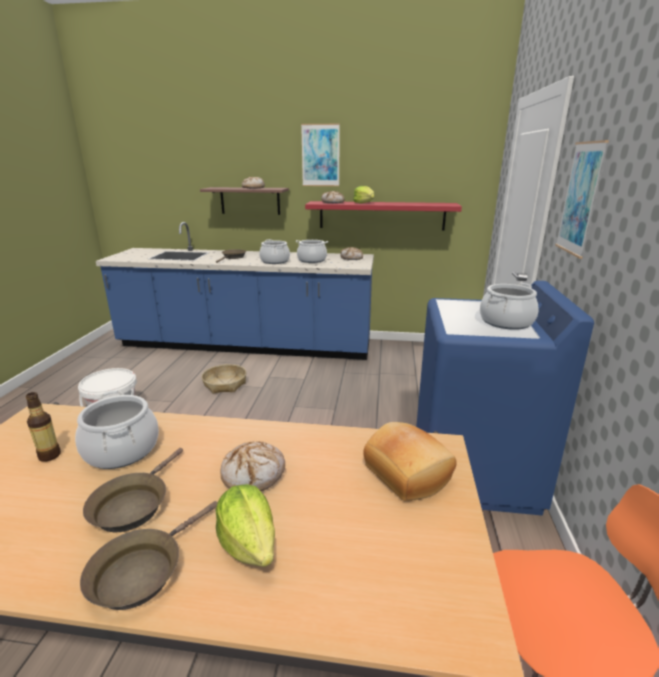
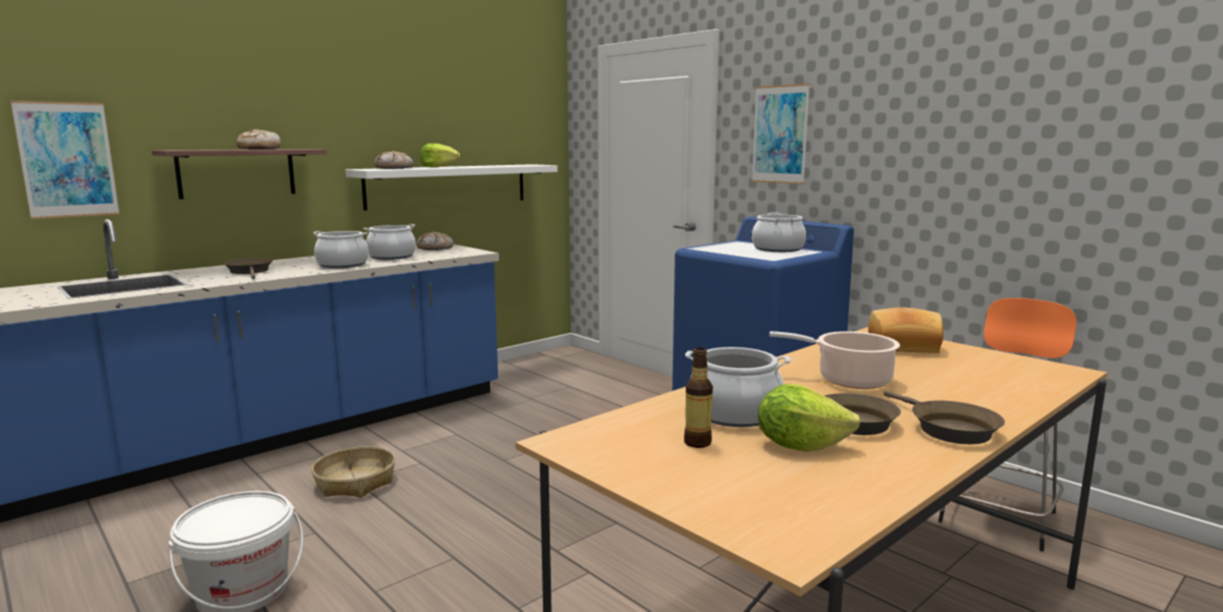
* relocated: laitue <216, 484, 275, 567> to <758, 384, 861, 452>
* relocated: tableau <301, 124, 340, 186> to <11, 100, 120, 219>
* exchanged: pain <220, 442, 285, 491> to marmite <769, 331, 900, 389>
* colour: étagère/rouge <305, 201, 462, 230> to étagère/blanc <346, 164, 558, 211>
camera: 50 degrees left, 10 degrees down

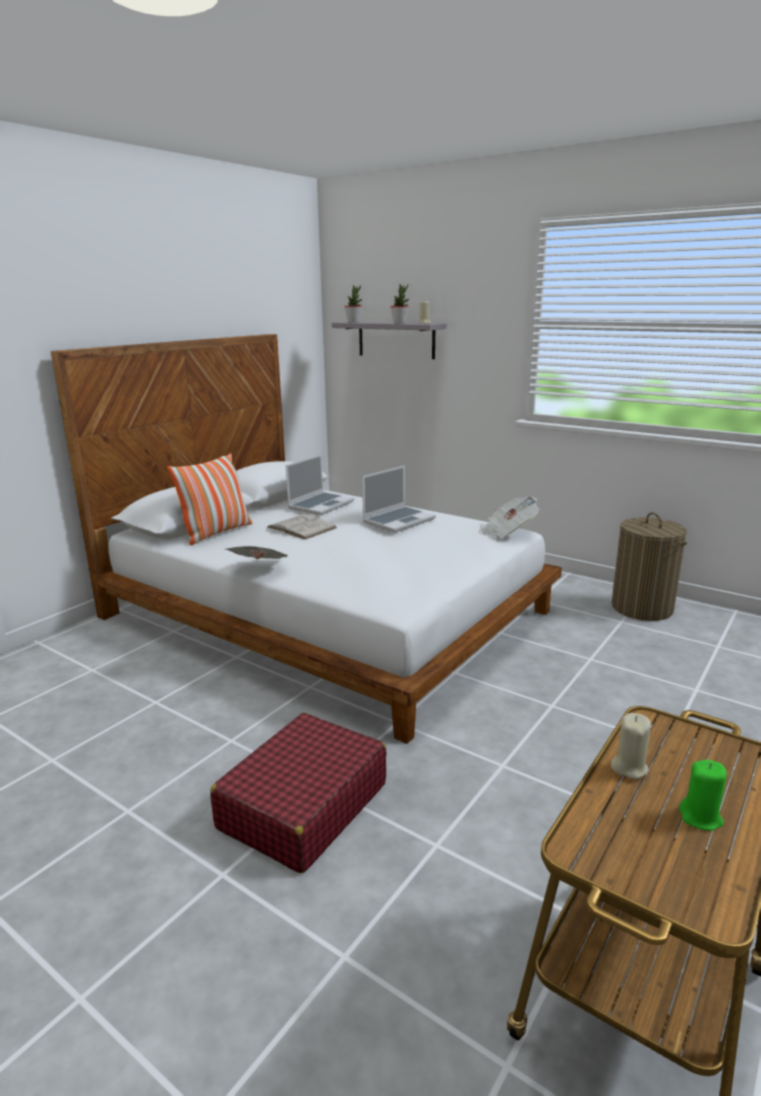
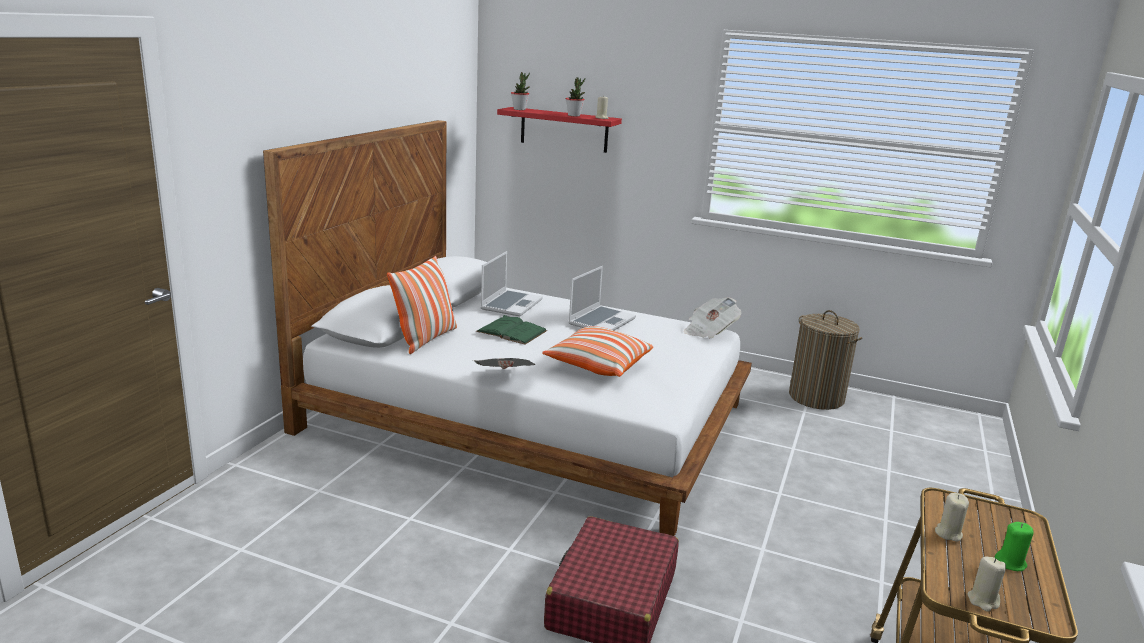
* appeared: coussin <542, 326, 653, 377>
* appeared: bougie/beige <967, 556, 1006, 612>
* colour: livre/blanc <268, 512, 337, 539> to livre/vert <476, 315, 547, 345>
* colour: étagère/gris <332, 322, 447, 359> to étagère/rouge <497, 107, 622, 153>
camera: 15 degrees left, 0 degrees up

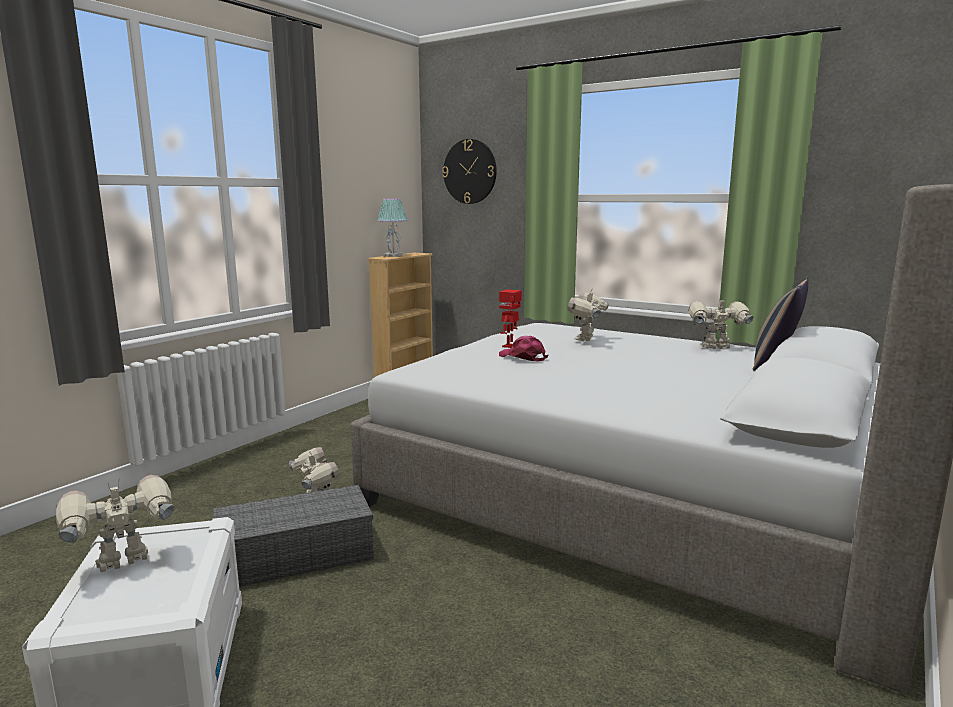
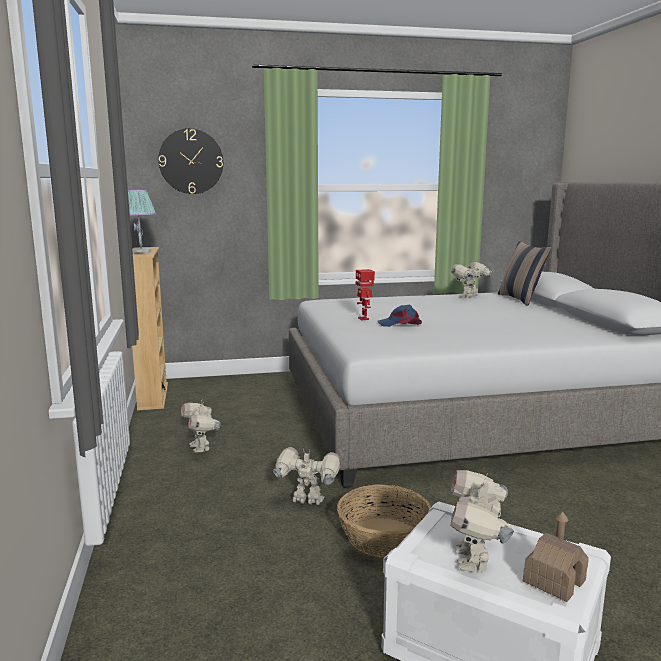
* appeared: maison miniature <523, 512, 589, 602>
* relocated: robot jouet <567, 288, 609, 341> to <181, 401, 221, 453>
* exchanged: boîte de rangement/gris <213, 485, 374, 587> to panier <337, 484, 431, 558>
* colour: casquette/rose <499, 336, 549, 362> to casquette/bleu <378, 305, 422, 327>
camera: 45 degrees left, 0 degrees up

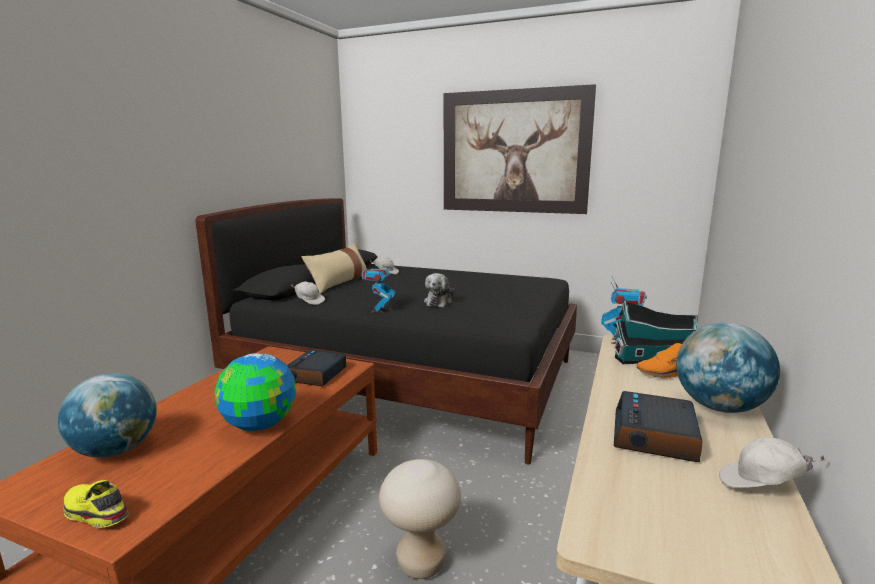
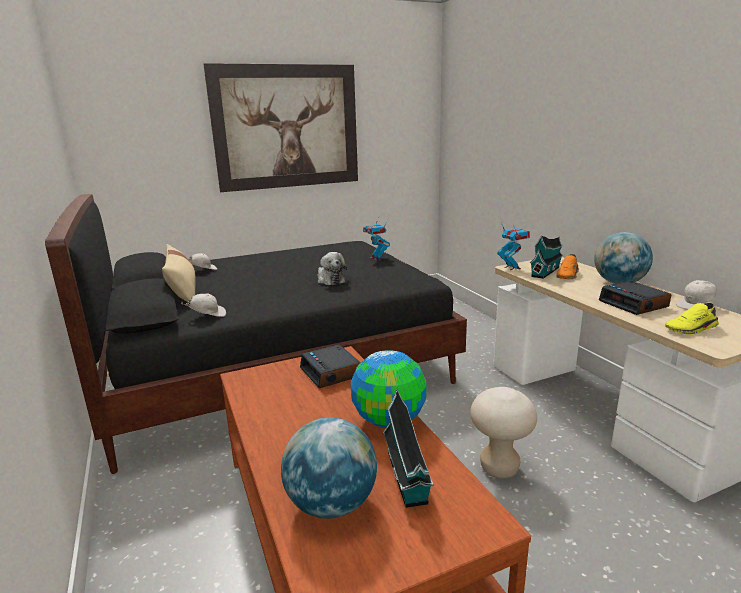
* appeared: maison miniature <383, 389, 434, 508>
* relocated: chaussure/jaune <63, 480, 129, 528> to <665, 303, 719, 335>
* relocated: robot jouet <361, 262, 396, 313> to <363, 218, 390, 260>
camera: 45 degrees left, 5 degrees up

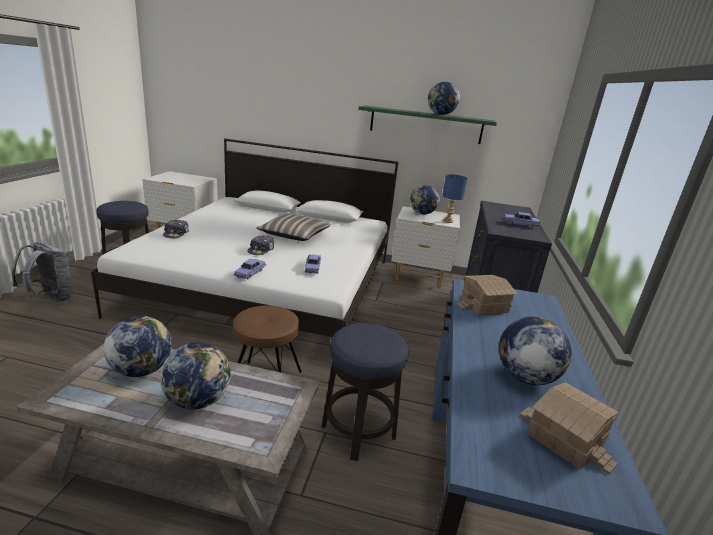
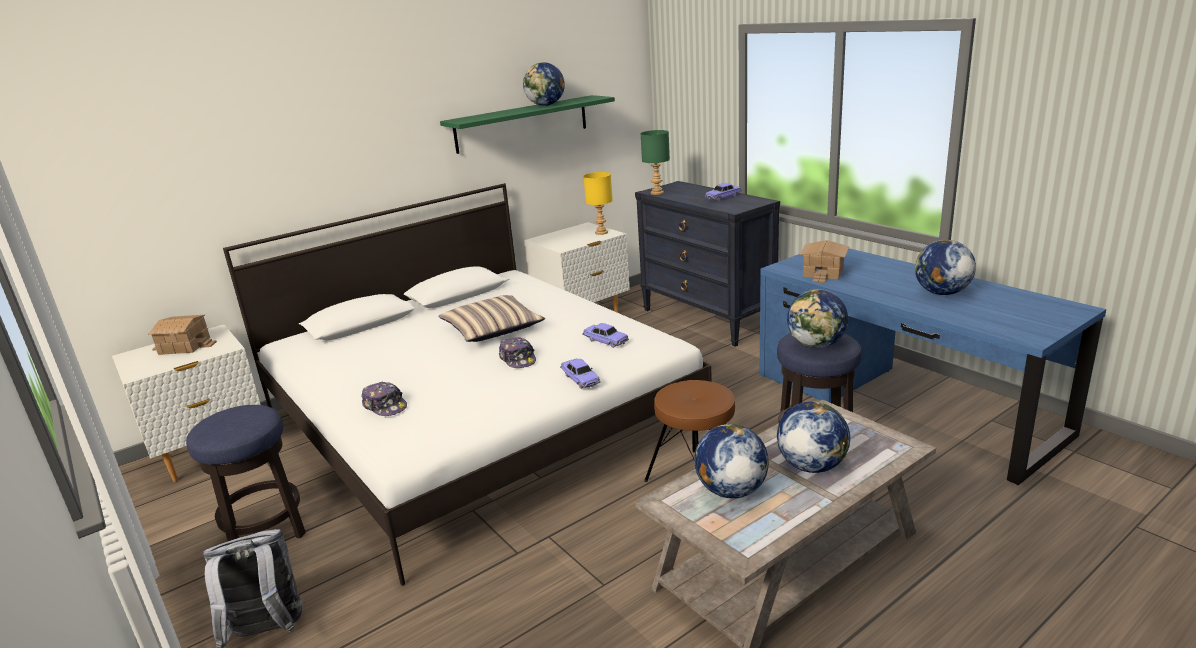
* appeared: lampe de table/vert <640, 130, 670, 195>
* relocated: globe <410, 185, 440, 214> to <787, 289, 848, 348>
* relocated: maison miniature <520, 382, 618, 475> to <148, 315, 217, 355>
* colour: lampe de table/bleu <442, 174, 467, 223> to lampe de table/jaune <583, 172, 613, 235>
camera: 45 degrees left, 0 degrees up

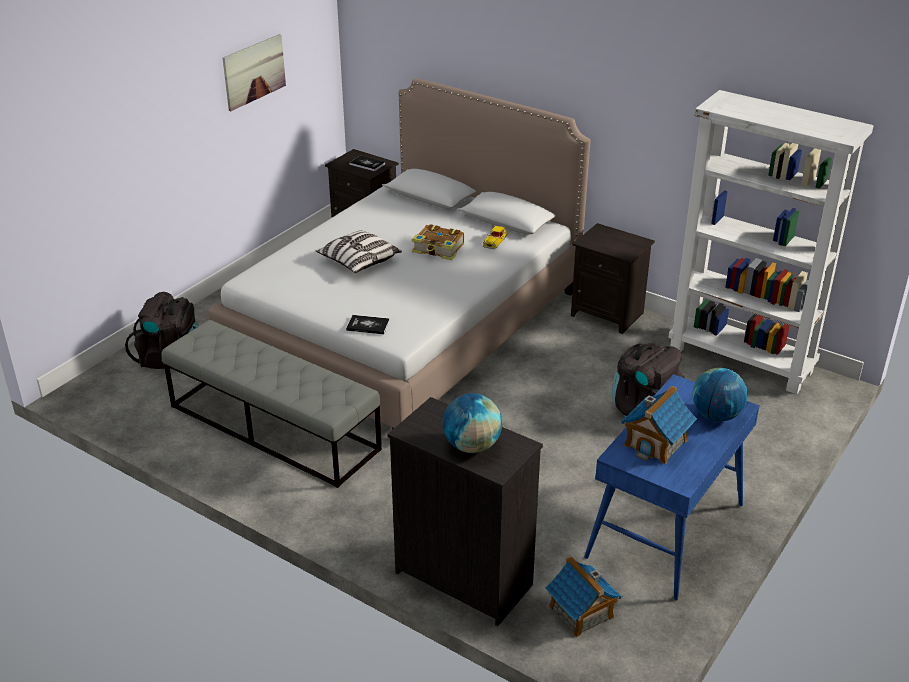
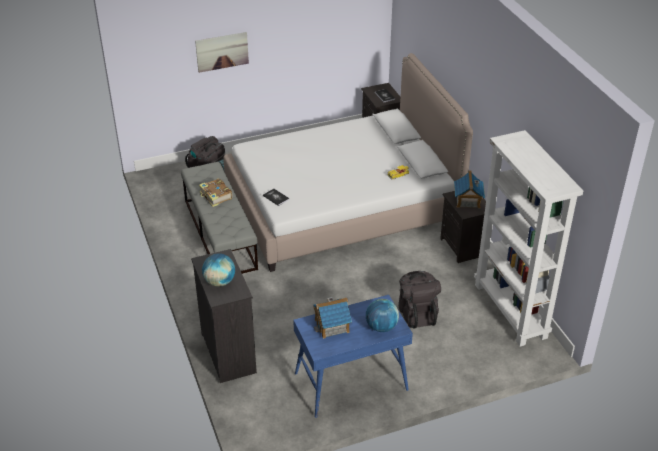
* missing: coussin <316, 230, 402, 273>
* relocated: tableau <223, 34, 286, 111> to <195, 32, 249, 73>
* relocated: livre <412, 224, 464, 260> to <199, 178, 233, 207>
* relocated: maison miniature <545, 556, 622, 637> to <454, 170, 485, 209>
camera: 35 degrees right, 5 degrees up

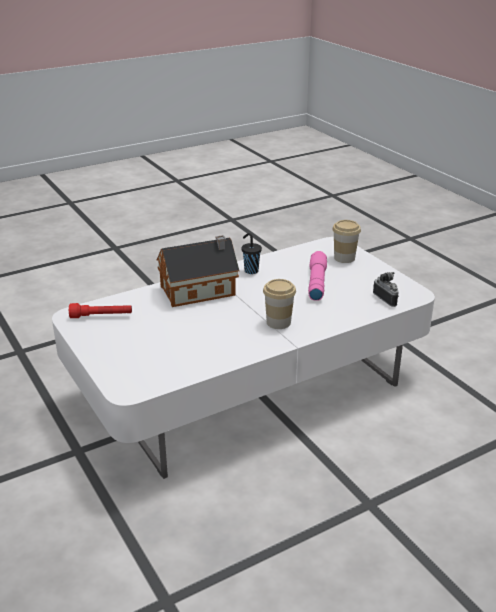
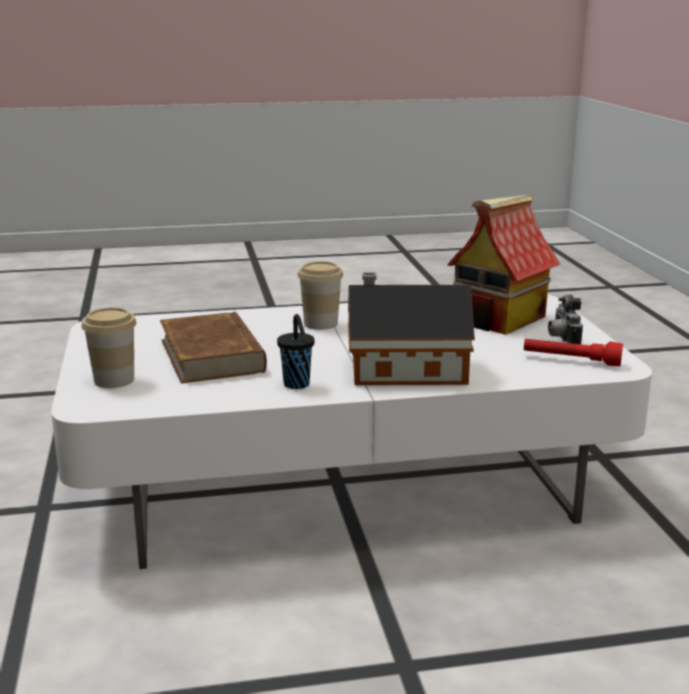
* appeared: maison miniature <447, 194, 560, 335>
* relocated: appareil photo <373, 272, 399, 307> to <548, 295, 583, 344>
* exchanged: lampe de poche/rose <308, 251, 327, 301> to livre/marron <160, 312, 267, 383>
camera: 160 degrees left, 10 degrees down

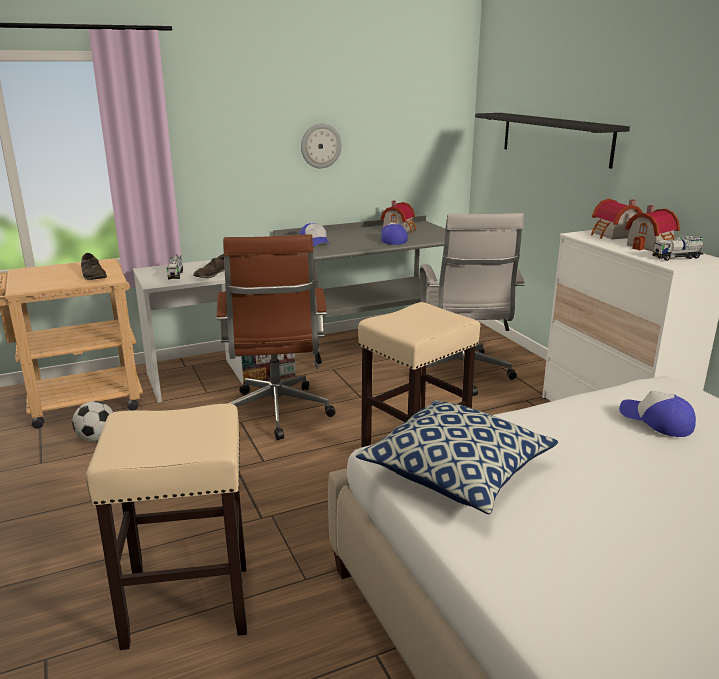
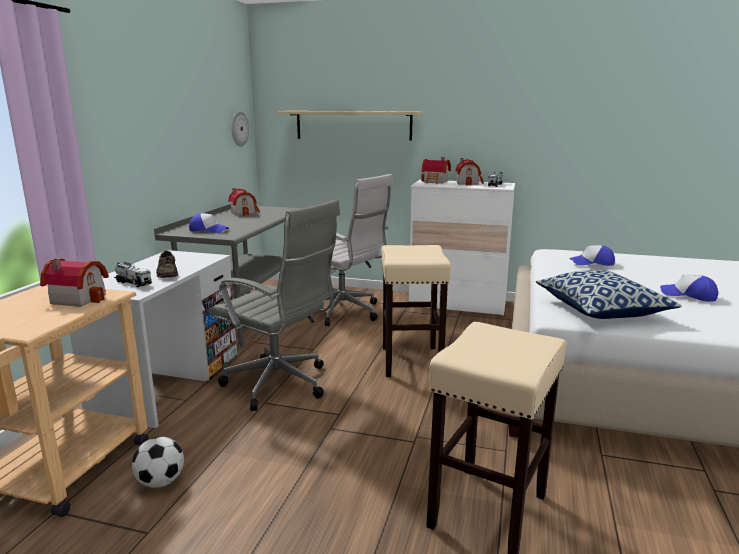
* relocated: horloge murale <301, 124, 342, 168> to <232, 111, 249, 147>
* relocated: casquette <381, 222, 408, 245> to <660, 274, 718, 302>
* exchanged: chaussure/marron <81, 253, 107, 280> to maison miniature <40, 258, 109, 307>
* colour: chaise de bureau/marron <217, 234, 335, 440> to chaise de bureau/gris <208, 200, 340, 411>
* colour: étagère/noir <475, 113, 630, 169> to étagère/beige <278, 111, 423, 141>
camera: 50 degrees left, 5 degrees down

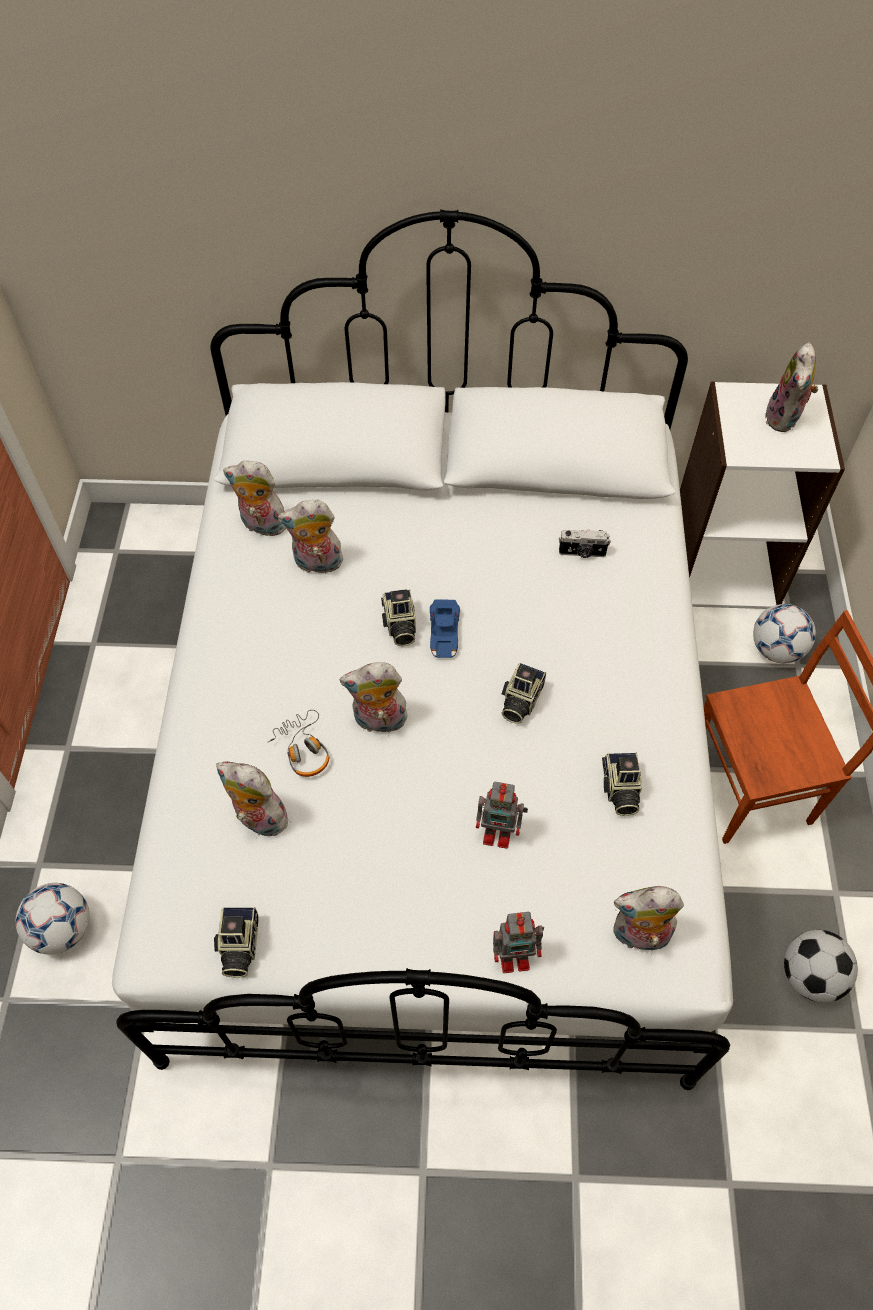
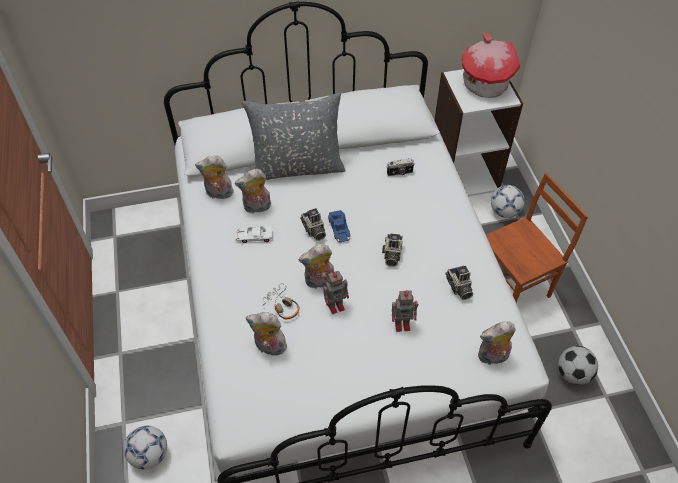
* missing: appareil photo <214, 907, 259, 978>
* appeared: petite voiture/blanc <235, 225, 273, 243>
* appeared: coussin/gris <242, 93, 346, 180>
* relocated: robot jouet <493, 912, 544, 973> to <323, 271, 349, 314>
* exchanged: peluche <765, 343, 819, 432> to maison miniature <462, 33, 520, 98>
camera: 15 degrees left, 5 degrees down

